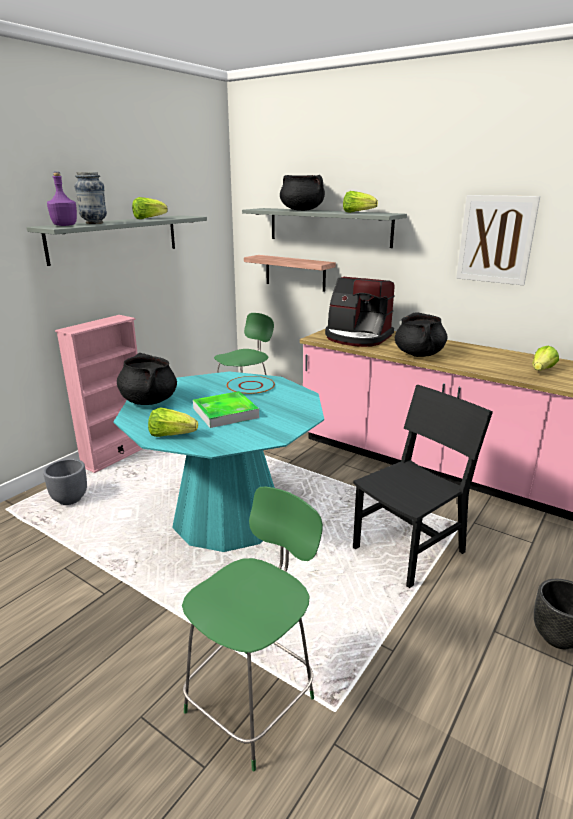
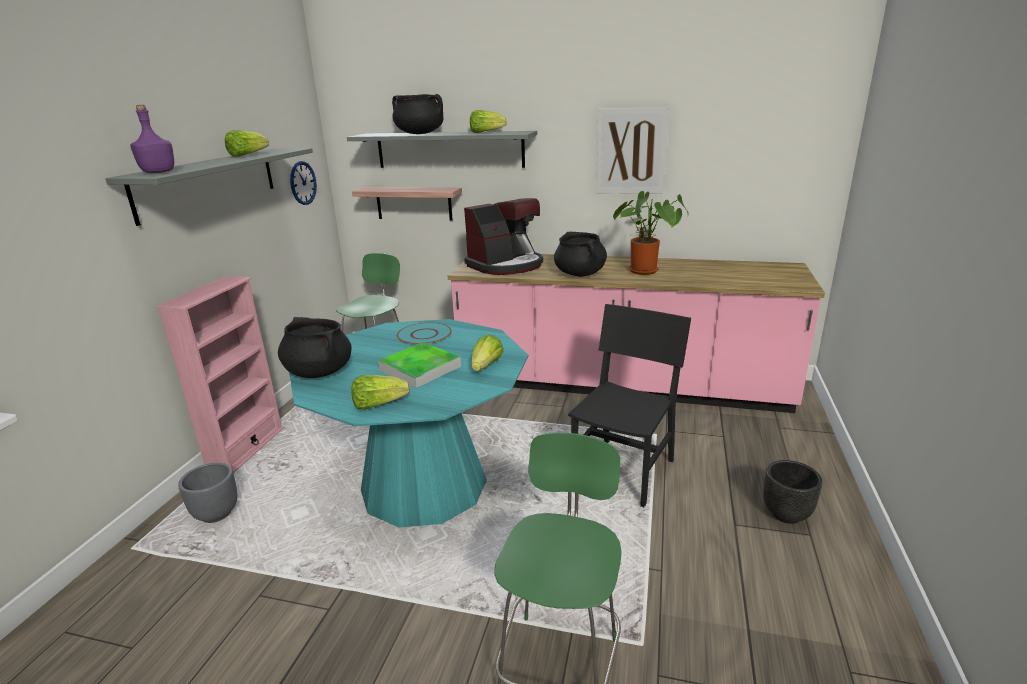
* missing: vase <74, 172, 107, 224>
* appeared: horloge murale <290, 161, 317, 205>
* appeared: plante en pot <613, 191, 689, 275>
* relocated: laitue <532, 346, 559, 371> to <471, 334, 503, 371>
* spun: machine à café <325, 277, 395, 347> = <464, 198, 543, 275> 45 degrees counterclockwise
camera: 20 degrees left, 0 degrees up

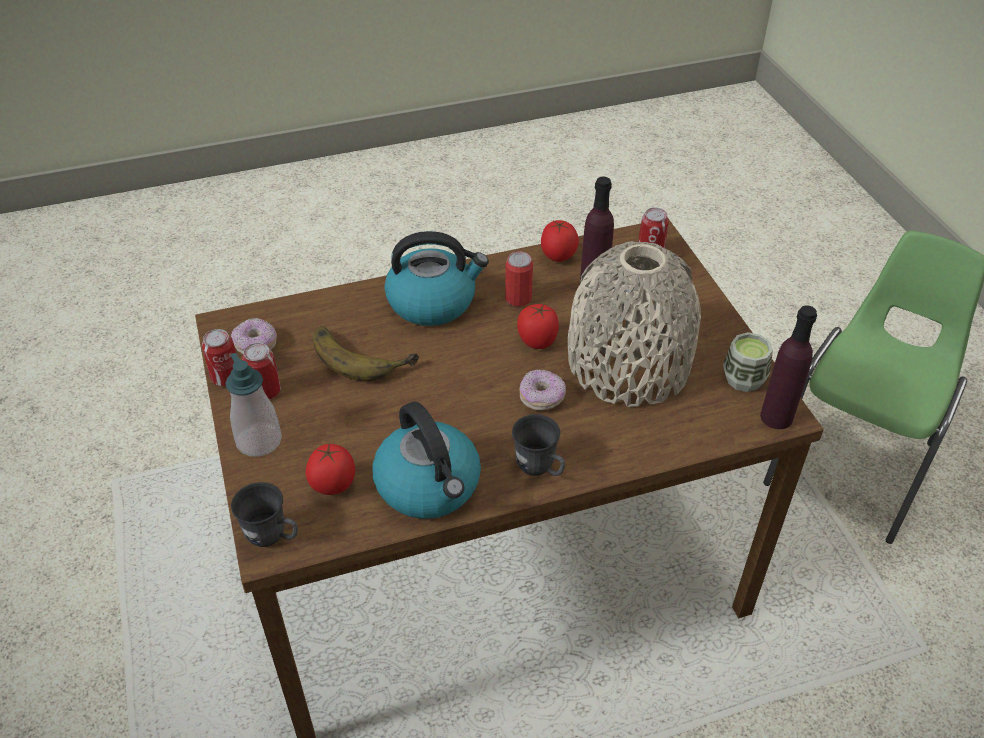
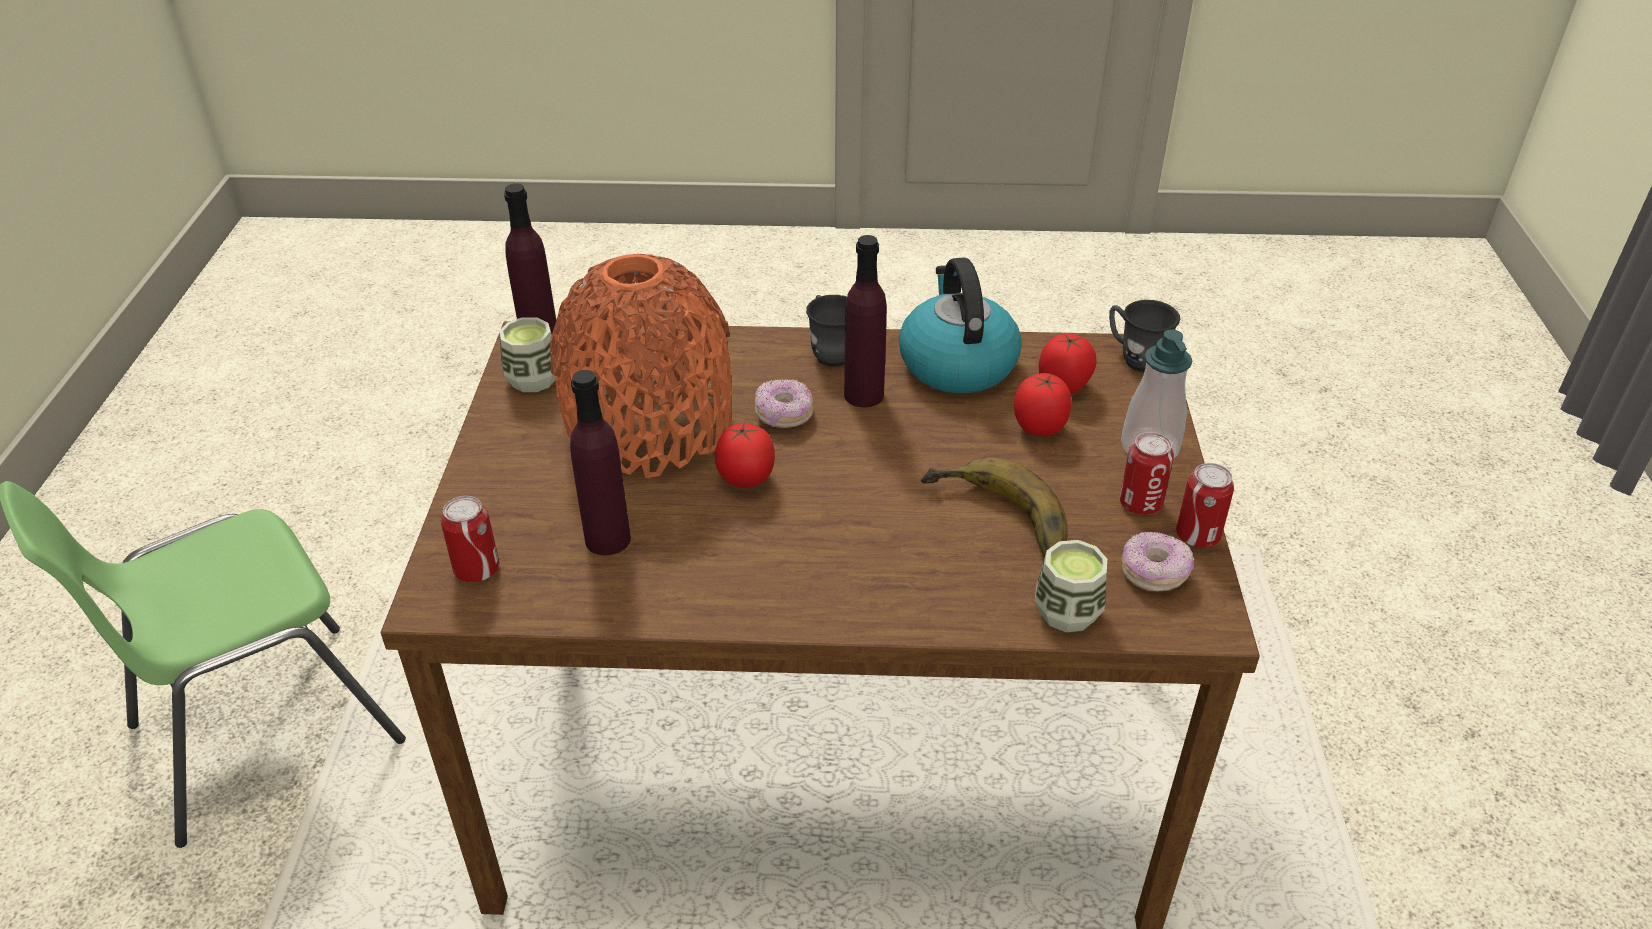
* missing: bouilloire <384, 231, 489, 326>
* missing: boîte métallique <505, 252, 533, 307>
* appeared: bouteille/violet <844, 235, 887, 407>
* appeared: tasse <1035, 540, 1107, 632>
* relocated: tomate <541, 220, 579, 262> to <1014, 373, 1072, 436>
* colour: vase/beige <568, 241, 701, 407> to vase/orange <550, 254, 732, 478>
camera: 160 degrees left, 5 degrees down

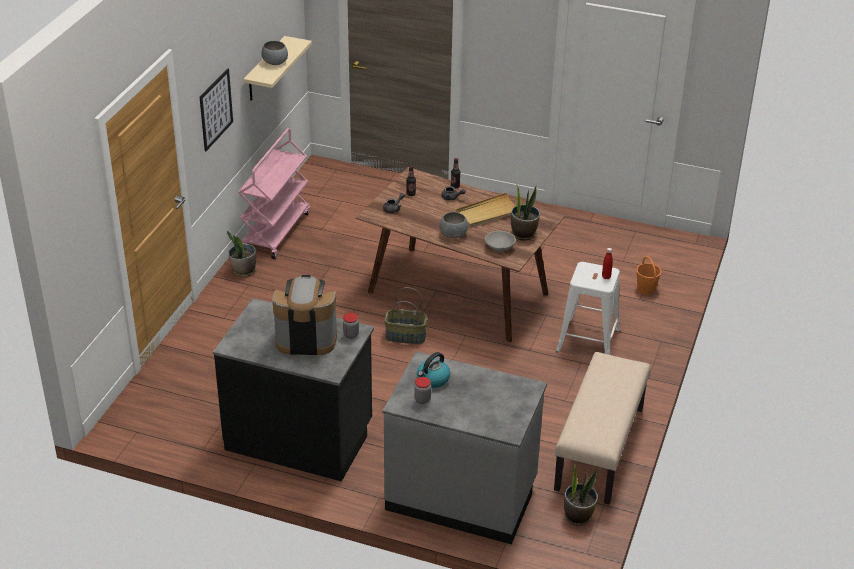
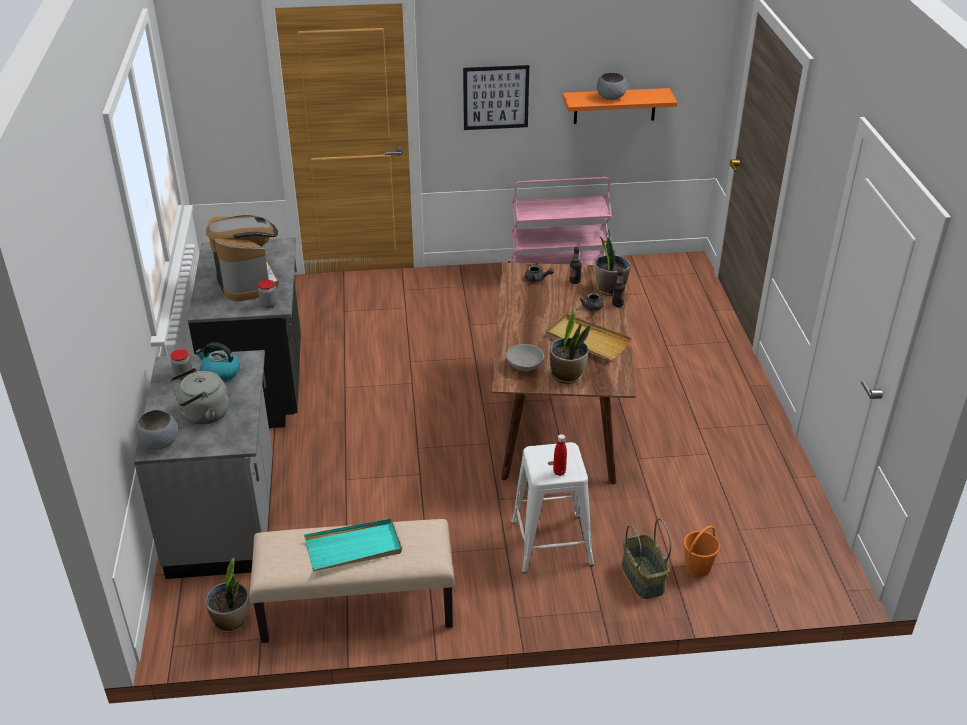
* appeared: bouilloire/gris <170, 368, 229, 424>
* appeared: plateau/turquoise <304, 519, 402, 571>
* relocated: plante en pot <227, 231, 256, 277> to <595, 229, 630, 296>
* relocated: panier <384, 287, 427, 344> to <622, 518, 671, 599>
* relocated: bol/gris <439, 212, 468, 238> to <135, 410, 178, 450>
* colour: étagère/beige <244, 36, 312, 101> to étagère/orange <562, 88, 677, 124>
camera: 65 degrees right, 0 degrees up

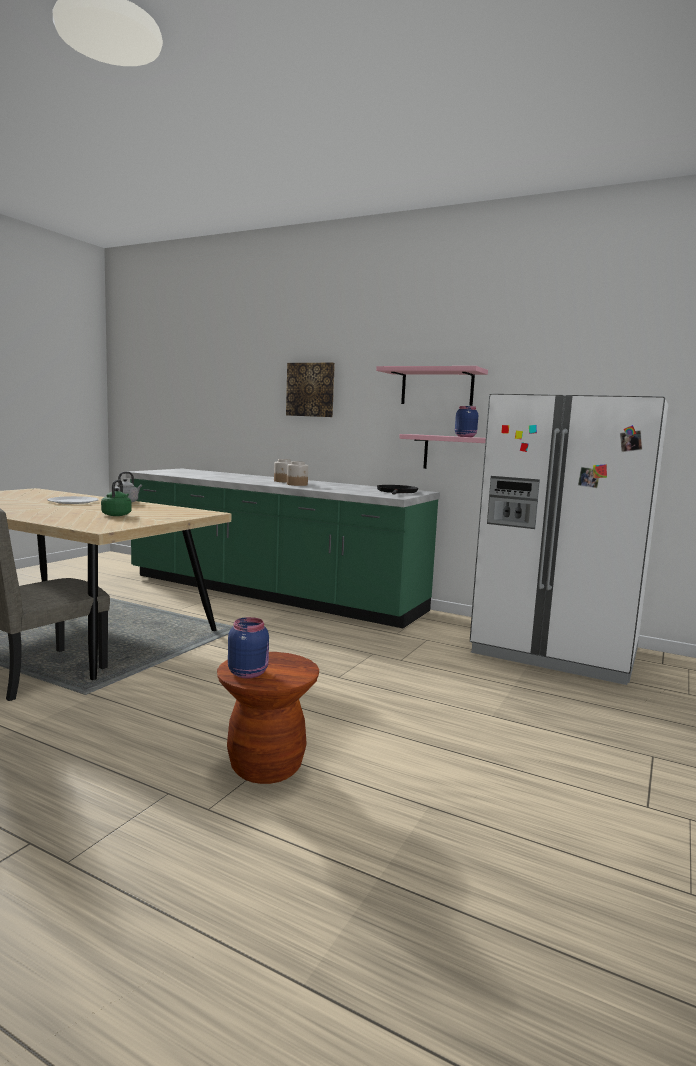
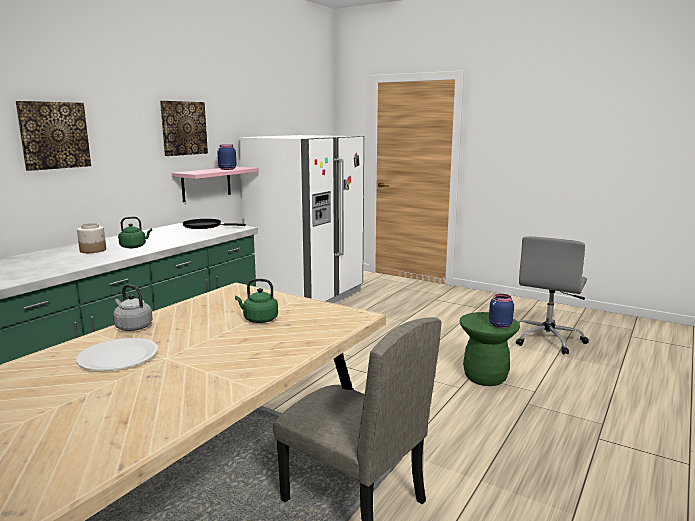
* appeared: chaise de bureau/gris <516, 236, 589, 354>
* exchanged: bocal <287, 461, 308, 486> to bouilloire/vert <118, 217, 152, 248>
* exchanged: étagère/rose <376, 366, 488, 406> to tableau <160, 101, 208, 156>
* colour: tabouret/marron <217, 652, 319, 784> to tabouret/vert <460, 312, 520, 386>
camera: 85 degrees left, 5 degrees up

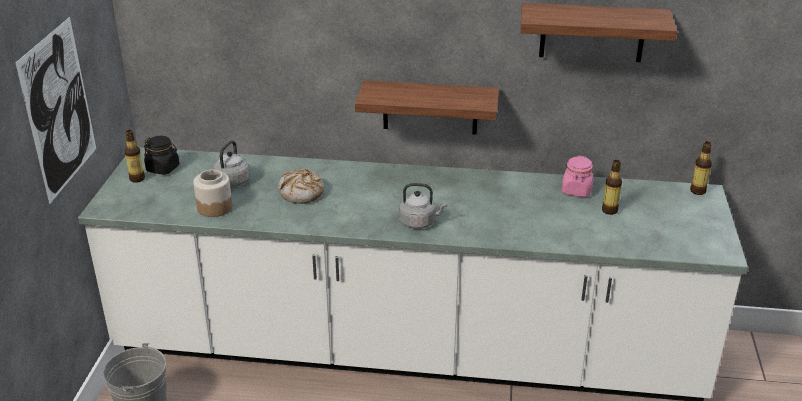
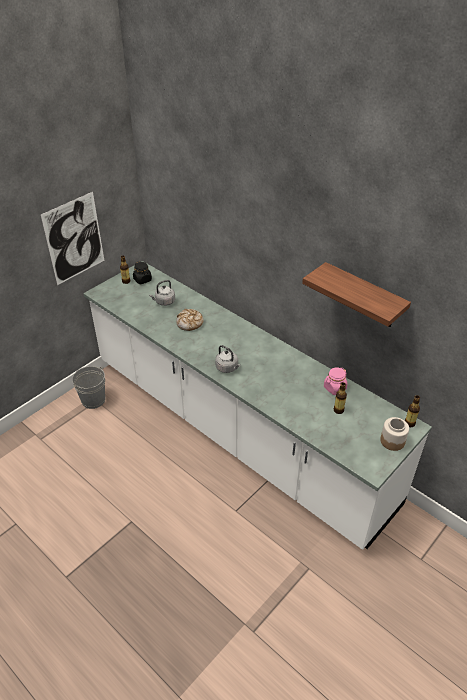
* missing: étagère <355, 80, 499, 135>
* relocated: bocal <193, 170, 232, 217> to <380, 417, 409, 451>
camera: 35 degrees right, 10 degrees up

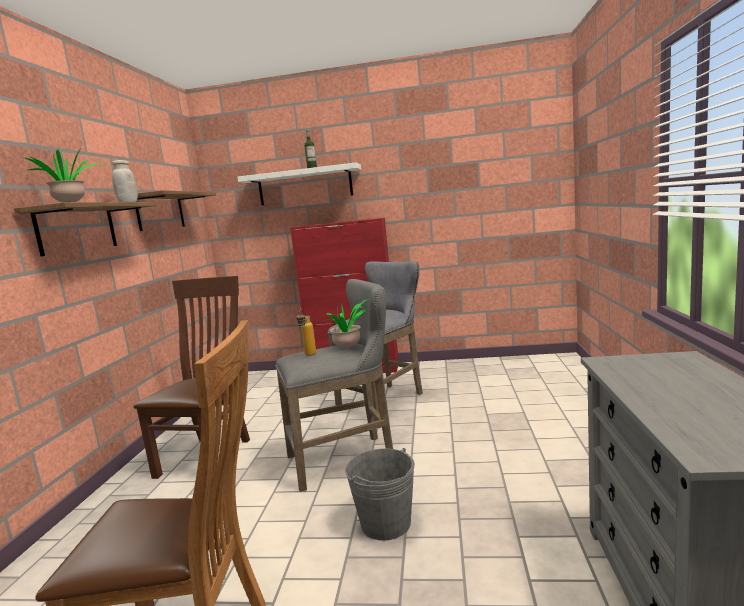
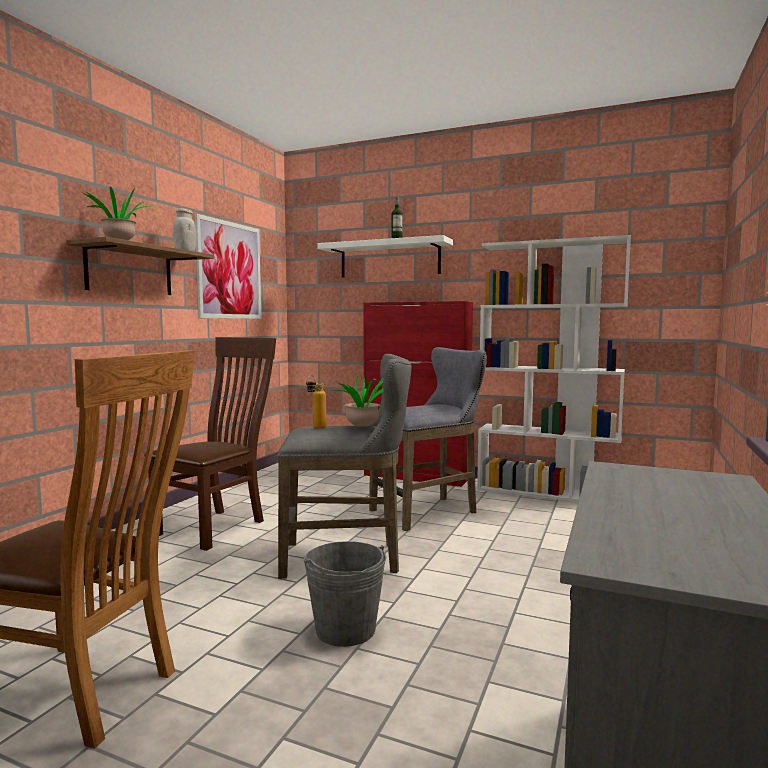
* appeared: bibliothèque/blanc <477, 235, 631, 502>
* exchanged: étagère <136, 190, 216, 231> to tableau <194, 214, 261, 319>
camera: 15 degrees right, 5 degrees down

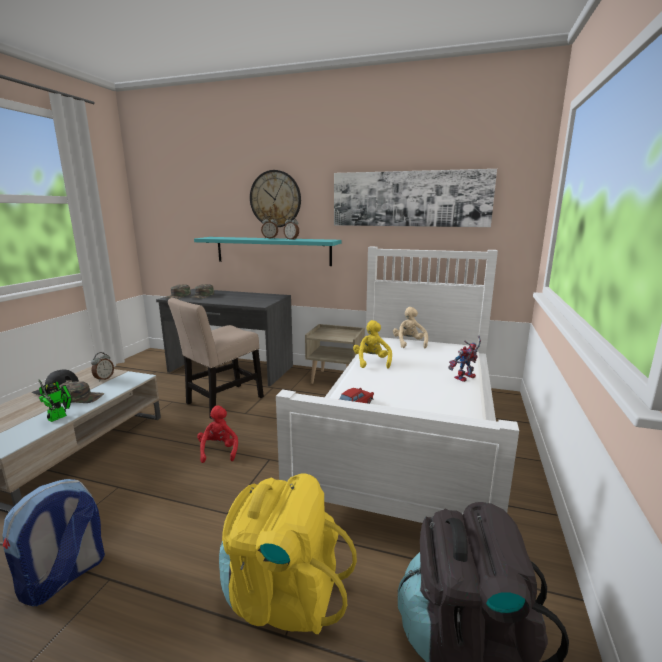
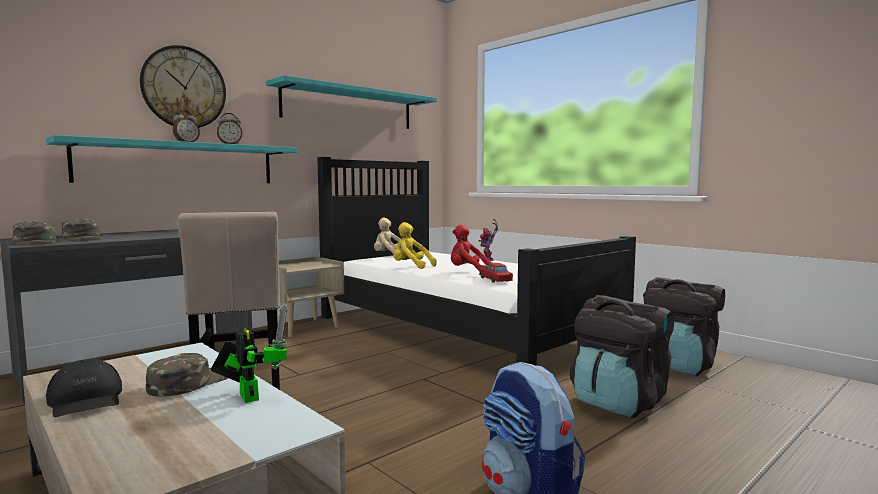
* missing: réveil <91, 352, 114, 381>
* relocated: peluche/rouge <197, 406, 238, 463> to <451, 225, 493, 271>
* exchanged: tableau <334, 169, 497, 227> to étagère/turquoise <266, 75, 437, 129>
* colour: sac à dos/jaune <219, 474, 357, 634> to sac à dos/noir <570, 295, 674, 418>
* colour: lit/blanc <276, 247, 519, 523> to lit/noir <317, 157, 636, 365>
camera: 60 degrees left, 10 degrees down

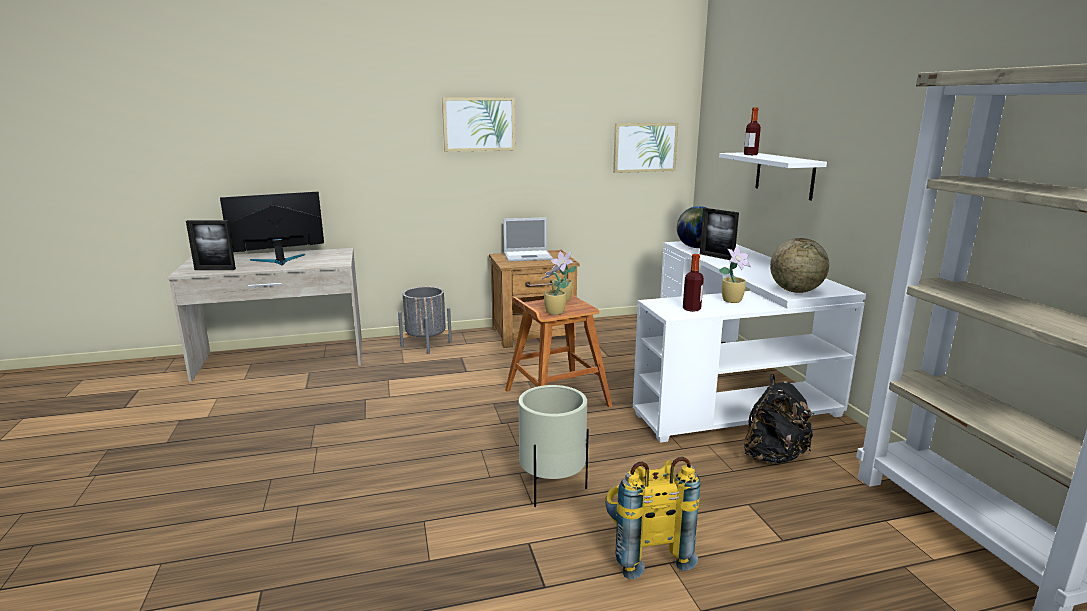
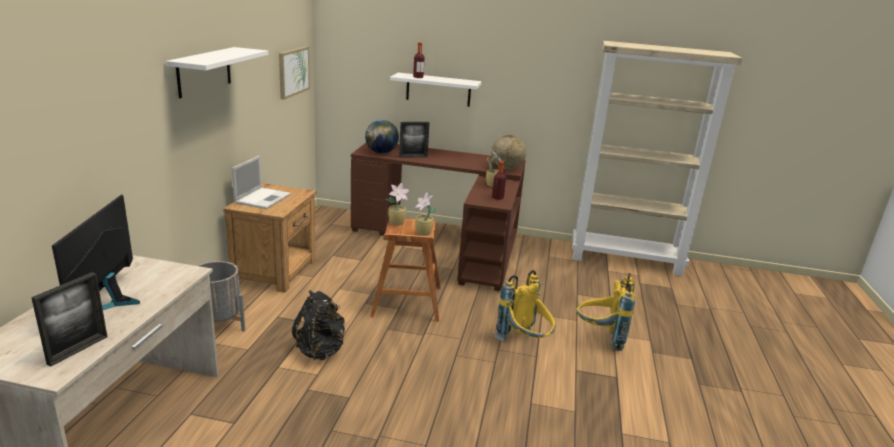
* relocated: sac à dos/noir <743, 374, 814, 463> to <292, 290, 345, 360>
* exchanged: tableau <442, 97, 515, 152> to étagère/blanc <166, 47, 268, 98>
* exchanged: cache-pot/beige <519, 385, 589, 507> to sac à dos/jaune <494, 270, 555, 342>
* colour: bureau/blanc <633, 241, 866, 443> to bureau/marron <350, 143, 526, 291>
camera: 65 degrees left, 5 degrees up

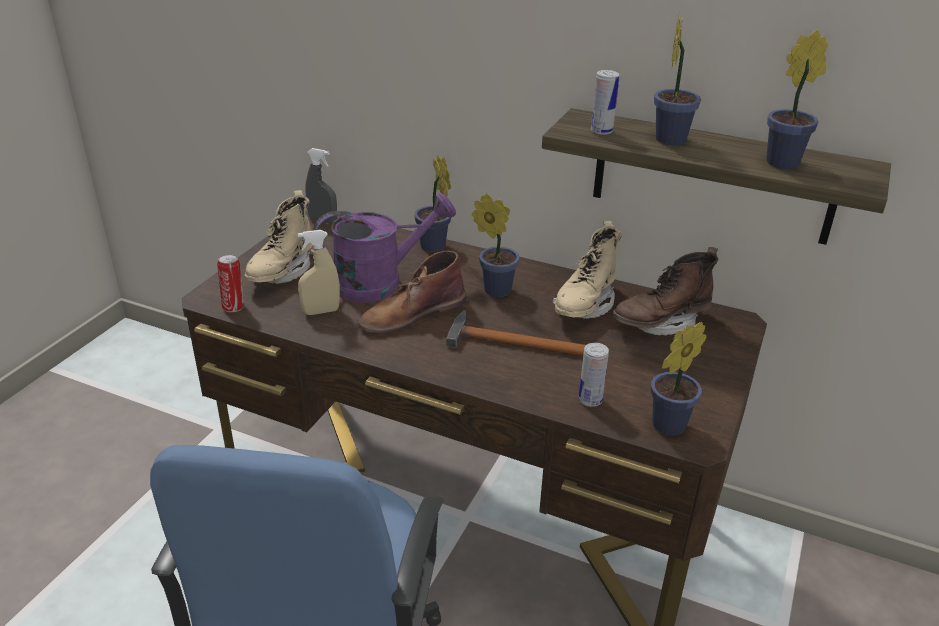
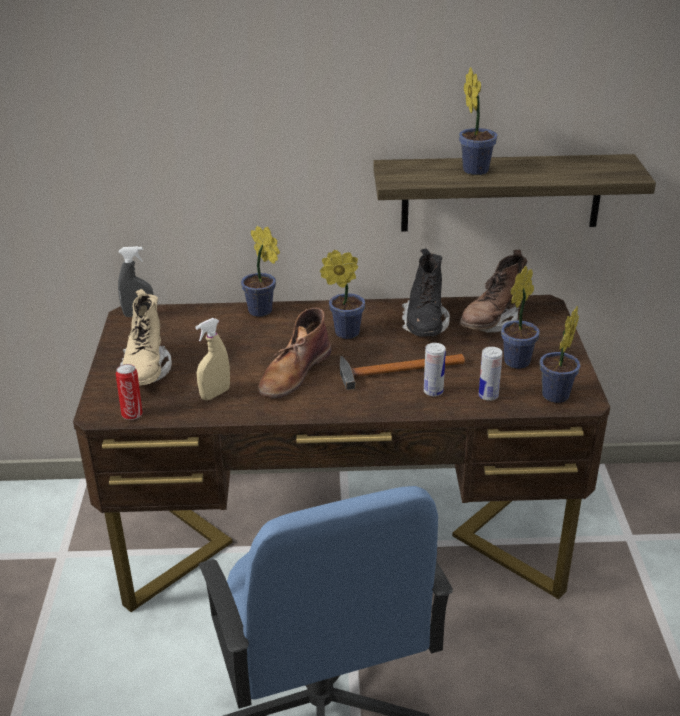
* missing: arrosoir/violet <313, 193, 456, 303>
* relocated: boîte métallique <591, 70, 619, 135> to <424, 343, 446, 396>
* relocated: plante en pot <766, 29, 828, 169> to <501, 266, 540, 369>
* colour: botte/beige <553, 221, 622, 319> to botte/noir <402, 248, 450, 337>
camera: 25 degrees left, 0 degrees up

